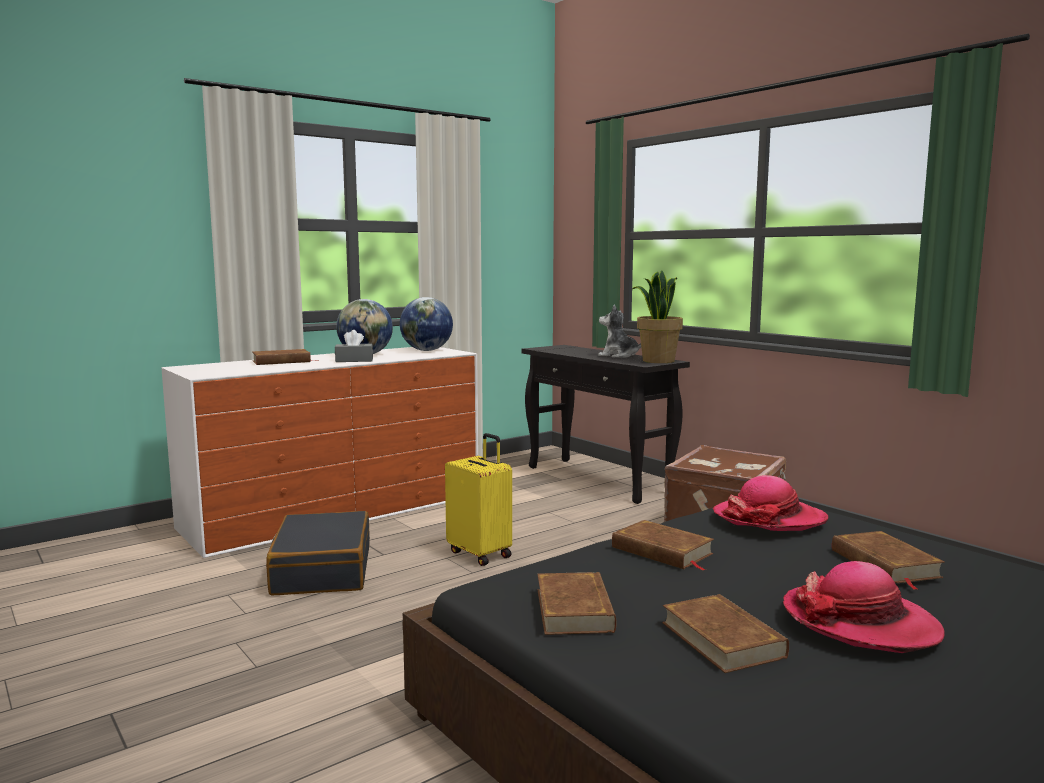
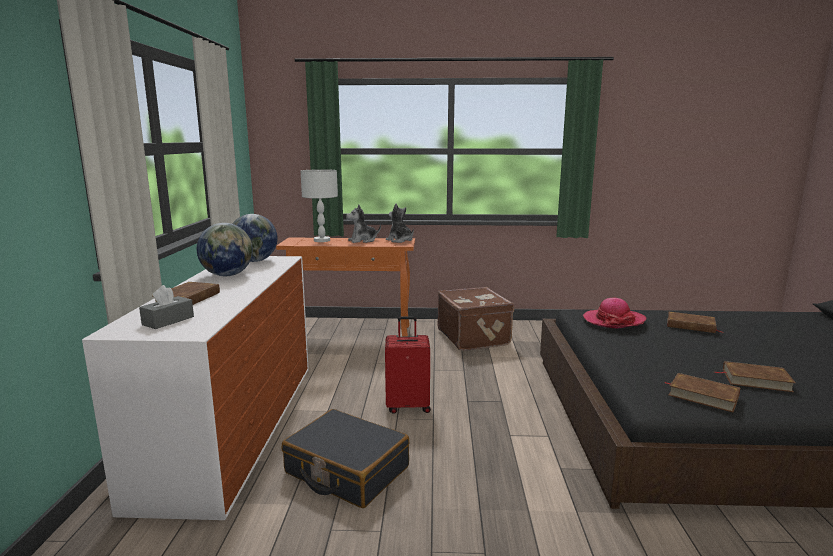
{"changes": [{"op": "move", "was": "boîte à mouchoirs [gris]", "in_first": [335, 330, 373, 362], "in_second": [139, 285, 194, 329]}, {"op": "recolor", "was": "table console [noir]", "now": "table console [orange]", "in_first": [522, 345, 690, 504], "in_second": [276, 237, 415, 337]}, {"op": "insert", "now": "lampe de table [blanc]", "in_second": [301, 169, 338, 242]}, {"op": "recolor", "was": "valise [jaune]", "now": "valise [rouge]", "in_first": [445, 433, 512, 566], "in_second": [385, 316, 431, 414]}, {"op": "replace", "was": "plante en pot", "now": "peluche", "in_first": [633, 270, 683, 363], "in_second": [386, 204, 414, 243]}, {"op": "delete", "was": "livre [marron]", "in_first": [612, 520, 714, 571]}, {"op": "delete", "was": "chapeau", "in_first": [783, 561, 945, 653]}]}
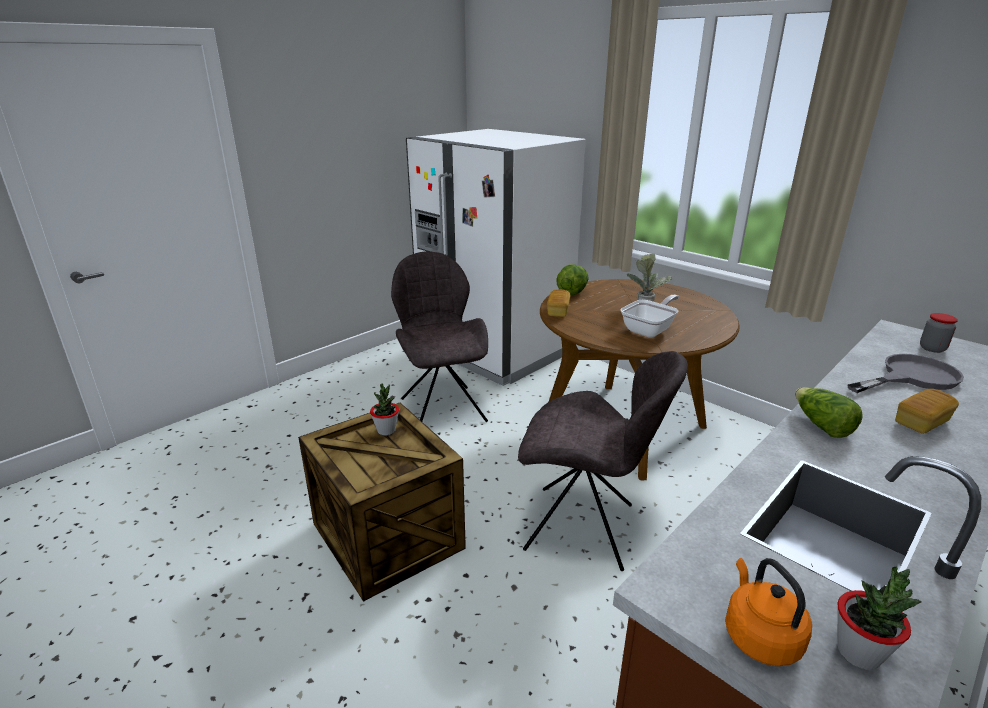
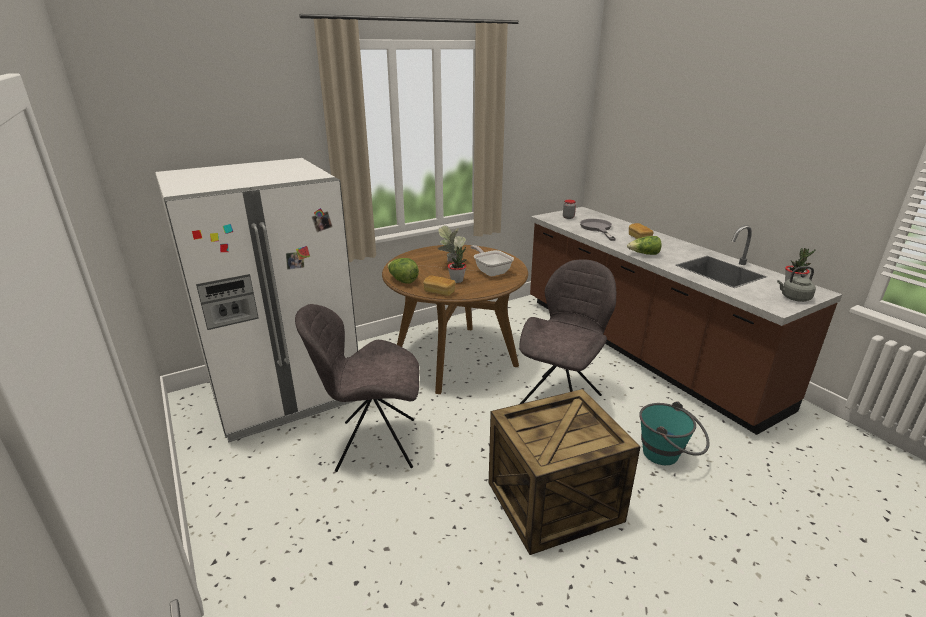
{"changes": [{"op": "move", "was": "plante en pot", "in_first": [370, 383, 399, 436], "in_second": [448, 246, 467, 283]}, {"op": "insert", "now": "seau [turquoise]", "in_second": [639, 401, 710, 465]}, {"op": "recolor", "was": "bouilloire [orange]", "now": "bouilloire [gris]", "in_first": [725, 558, 812, 666], "in_second": [777, 266, 816, 302]}]}
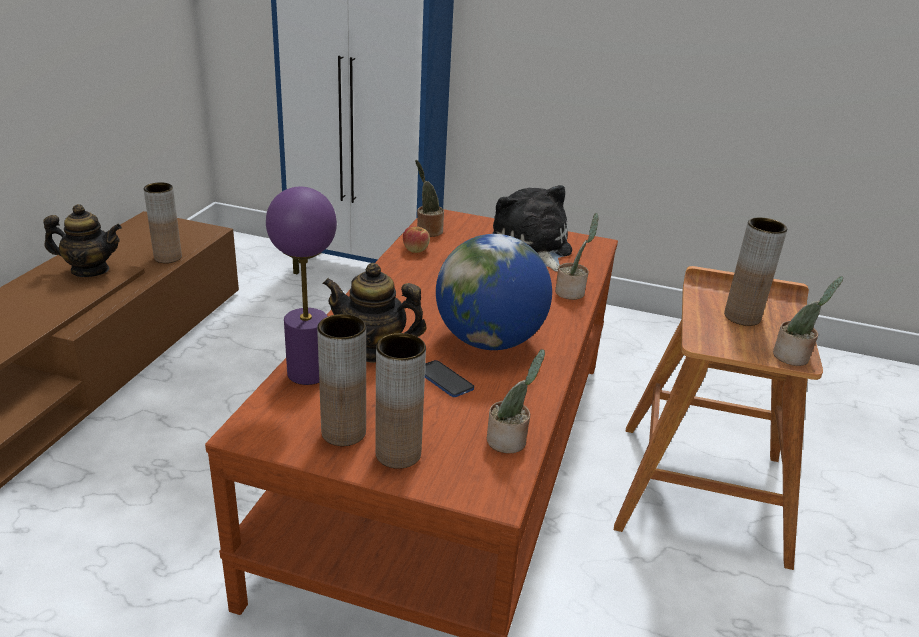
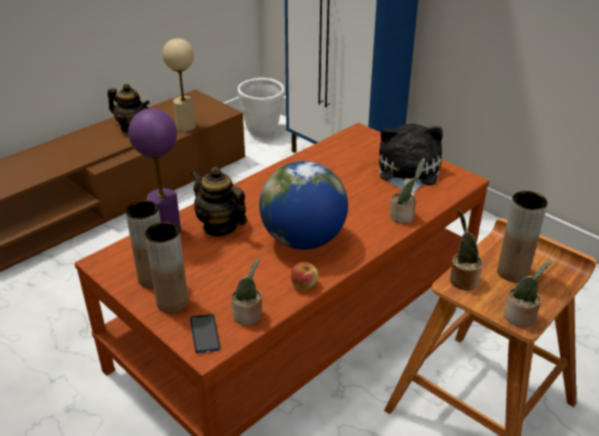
{"changes": [{"op": "replace", "was": "vase [marron]", "now": "lampe de table [beige]", "in_first": [144, 182, 182, 263], "in_second": [162, 38, 196, 132]}, {"op": "move", "was": "téléphone", "in_first": [425, 360, 474, 397], "in_second": [190, 314, 221, 353]}, {"op": "insert", "now": "cache-pot [blanc]", "in_second": [238, 78, 284, 137]}, {"op": "move", "was": "pomme", "in_first": [403, 226, 430, 253], "in_second": [291, 262, 318, 290]}, {"op": "move", "was": "plante en pot", "in_first": [415, 160, 444, 237], "in_second": [450, 209, 483, 290]}]}
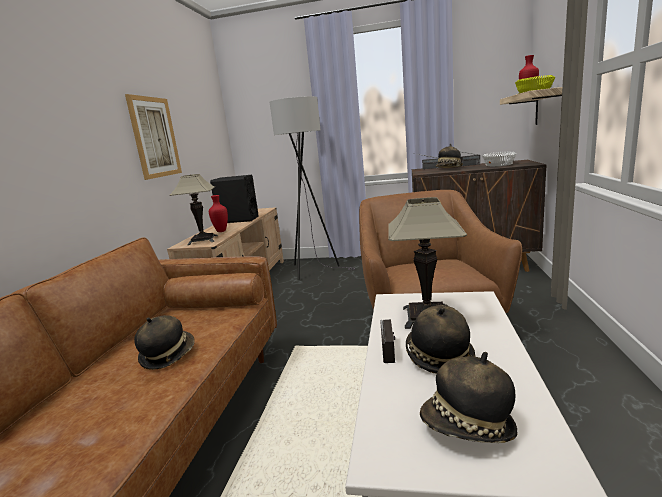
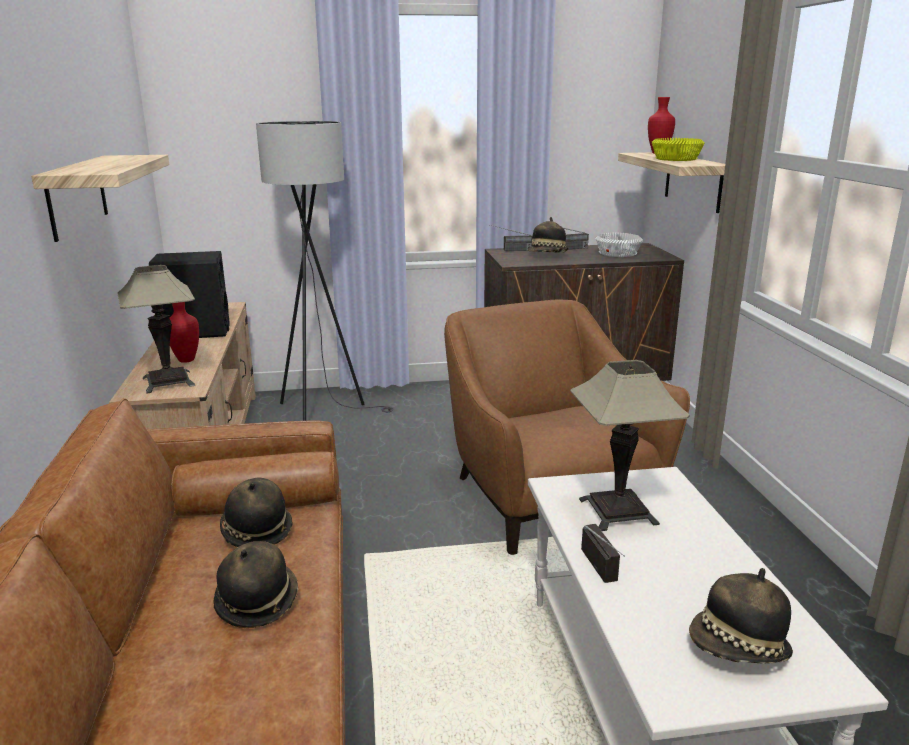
{"changes": [{"op": "replace", "was": "tableau", "now": "étagère", "in_first": [125, 94, 182, 180], "in_second": [31, 155, 169, 242]}, {"op": "move", "was": "chapeau", "in_first": [406, 305, 475, 374], "in_second": [220, 477, 292, 547]}]}
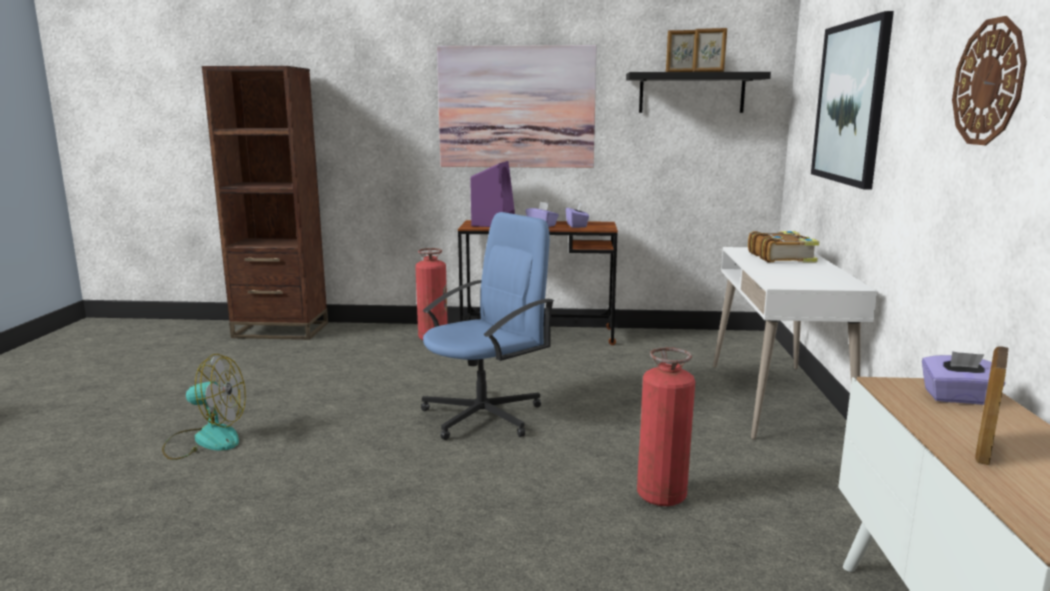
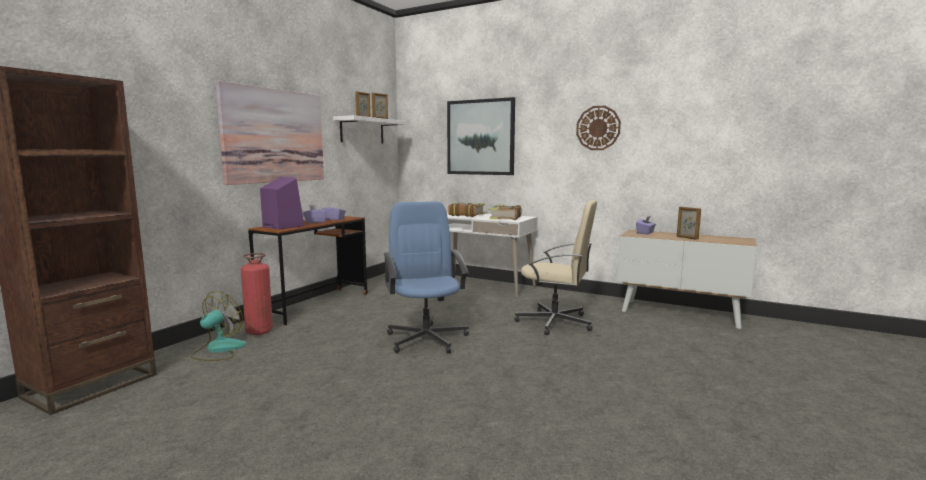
{"changes": [{"op": "move", "was": "ventilateur", "in_first": [162, 354, 246, 460], "in_second": [191, 292, 247, 361]}, {"op": "recolor", "was": "étagère [noir]", "now": "étagère [blanc]", "in_first": [626, 72, 771, 113], "in_second": [333, 115, 406, 144]}, {"op": "insert", "now": "livre", "in_second": [487, 205, 522, 220]}, {"op": "replace", "was": "extincteur", "now": "chaise de bureau [beige]", "in_first": [637, 347, 695, 506], "in_second": [514, 200, 597, 335]}]}
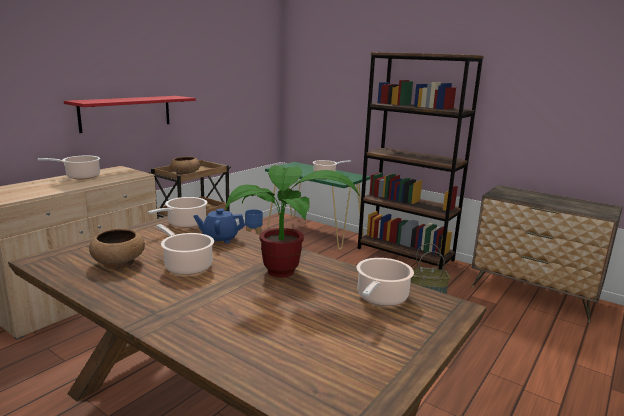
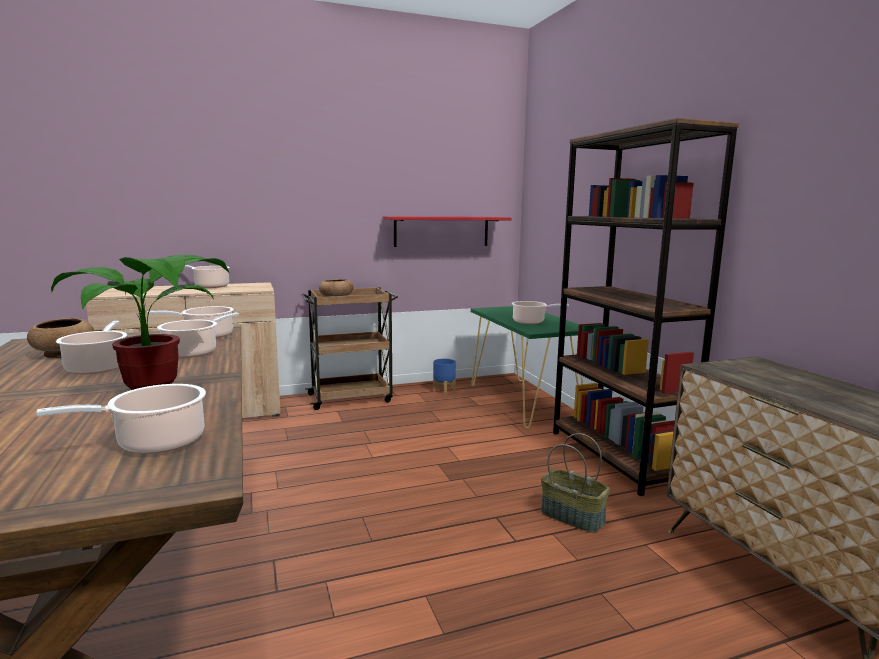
{"changes": [{"op": "replace", "was": "théière [bleu]", "now": "marmite", "in_first": [193, 208, 245, 244], "in_second": [157, 313, 239, 358]}, {"op": "move", "was": "étagère [rouge]", "in_first": [64, 96, 196, 133], "in_second": [383, 216, 512, 247]}]}
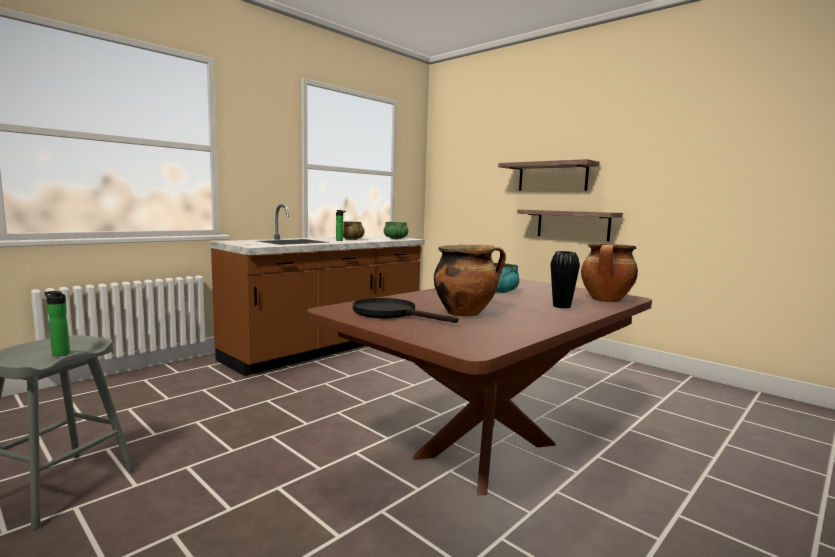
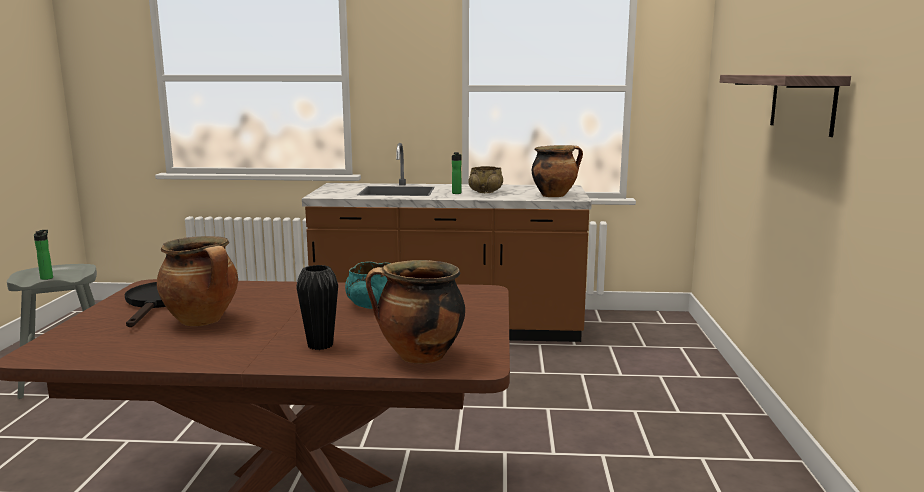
{"changes": [{"op": "replace", "was": "bol [vert]", "now": "marmite", "in_first": [384, 222, 408, 239], "in_second": [532, 145, 583, 197]}, {"op": "delete", "was": "étagère", "in_first": [517, 209, 623, 241]}]}
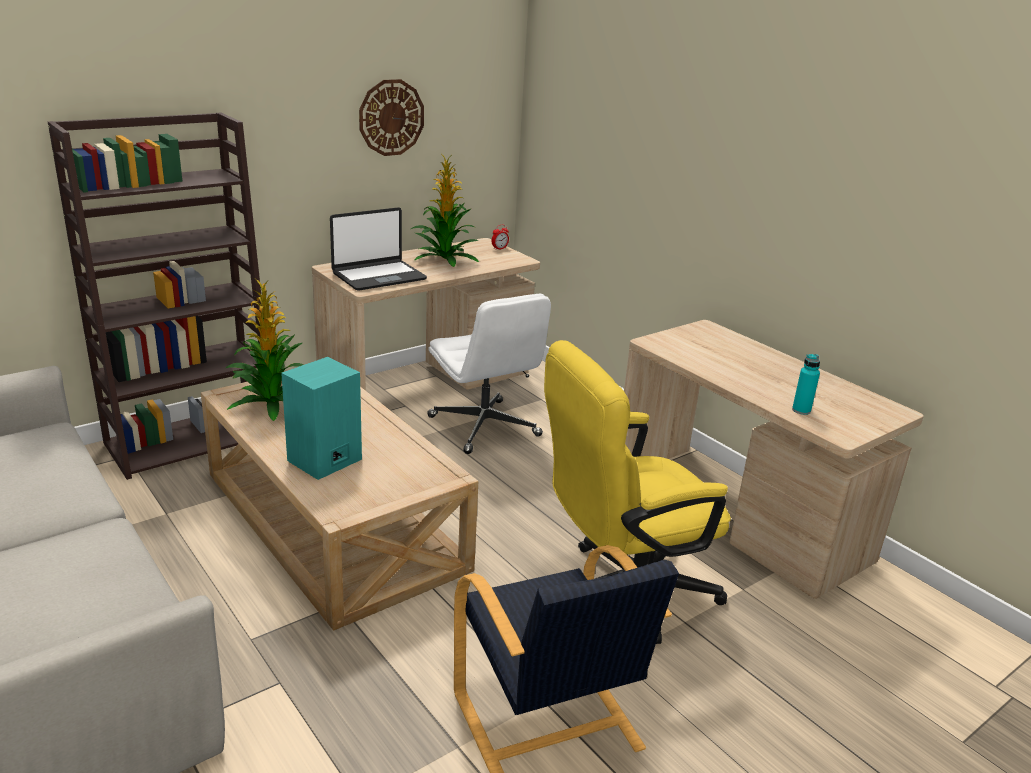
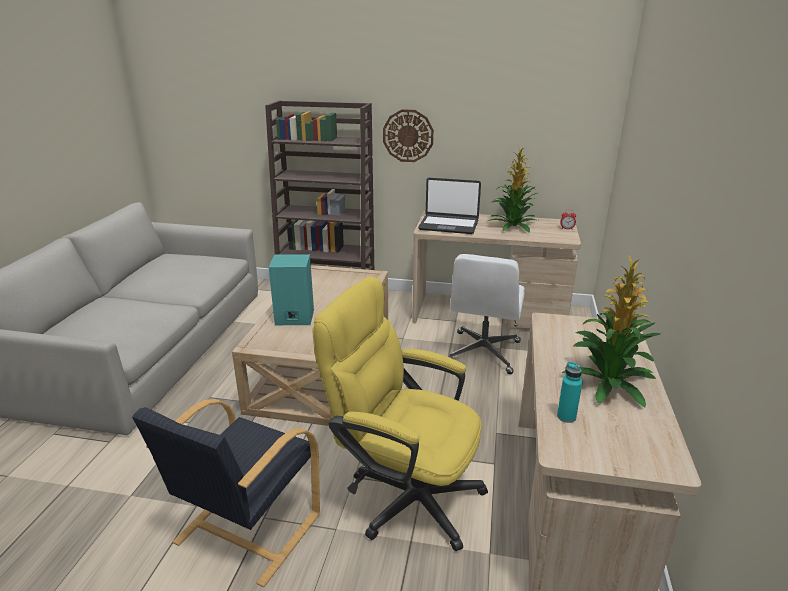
{"changes": [{"op": "move", "was": "horloge murale", "in_first": [359, 79, 424, 156], "in_second": [383, 109, 434, 162]}, {"op": "move", "was": "plante en pot", "in_first": [226, 279, 303, 421], "in_second": [562, 254, 661, 407]}]}
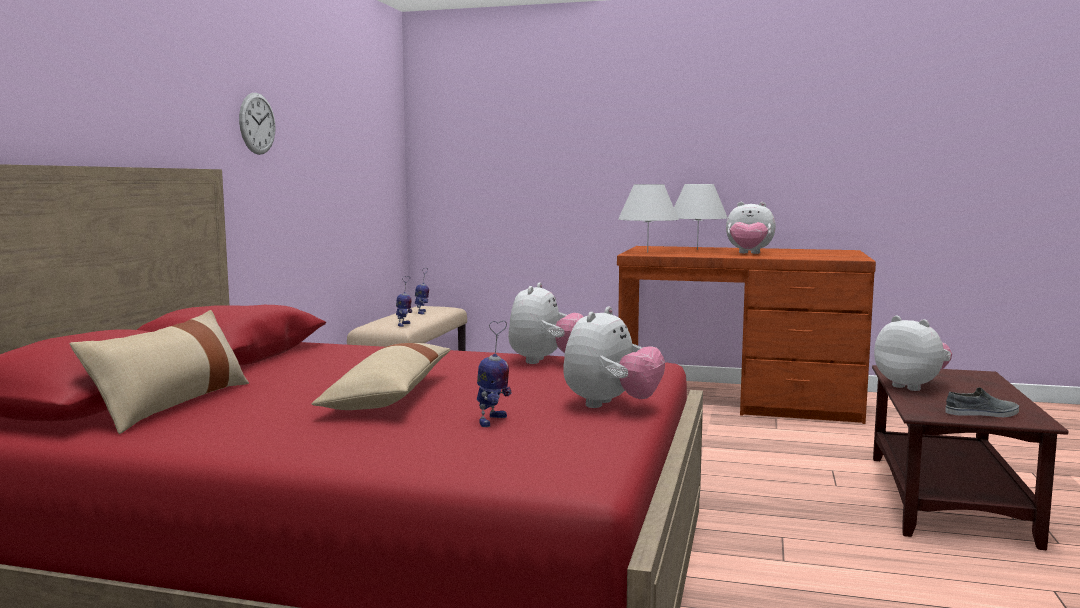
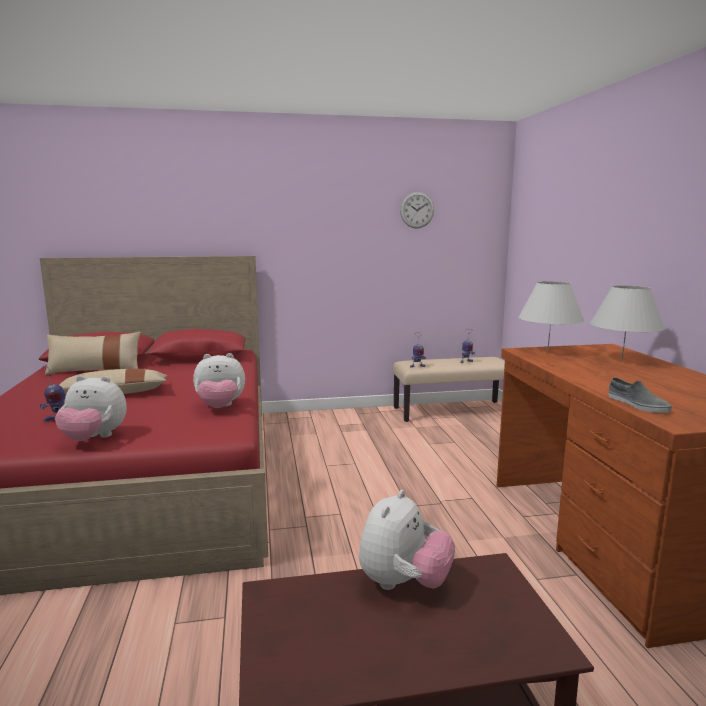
{"changes": [{"op": "move", "was": "horloge murale", "in_first": [239, 93, 275, 155], "in_second": [400, 192, 434, 229]}, {"op": "move", "was": "chaussure [gris]", "in_first": [945, 387, 1019, 417], "in_second": [608, 378, 672, 413]}, {"op": "delete", "was": "peluche", "in_first": [726, 202, 776, 254]}]}
